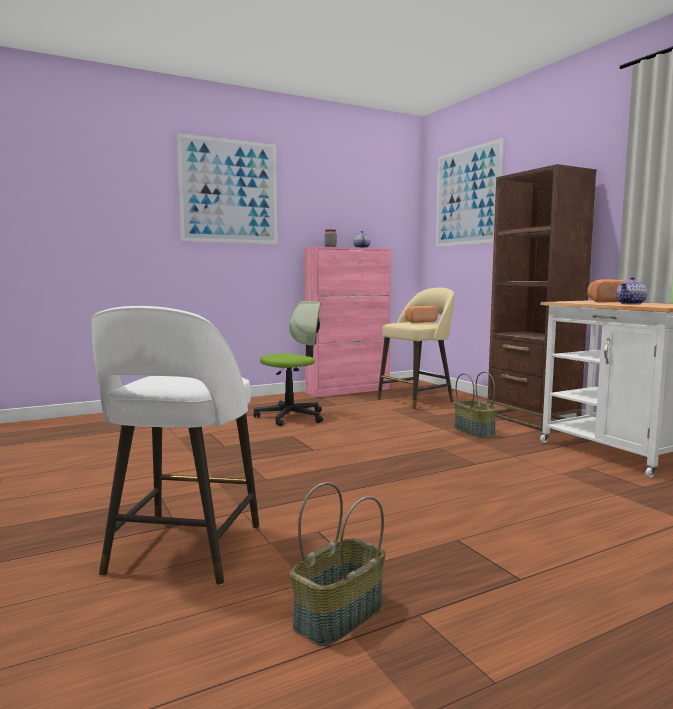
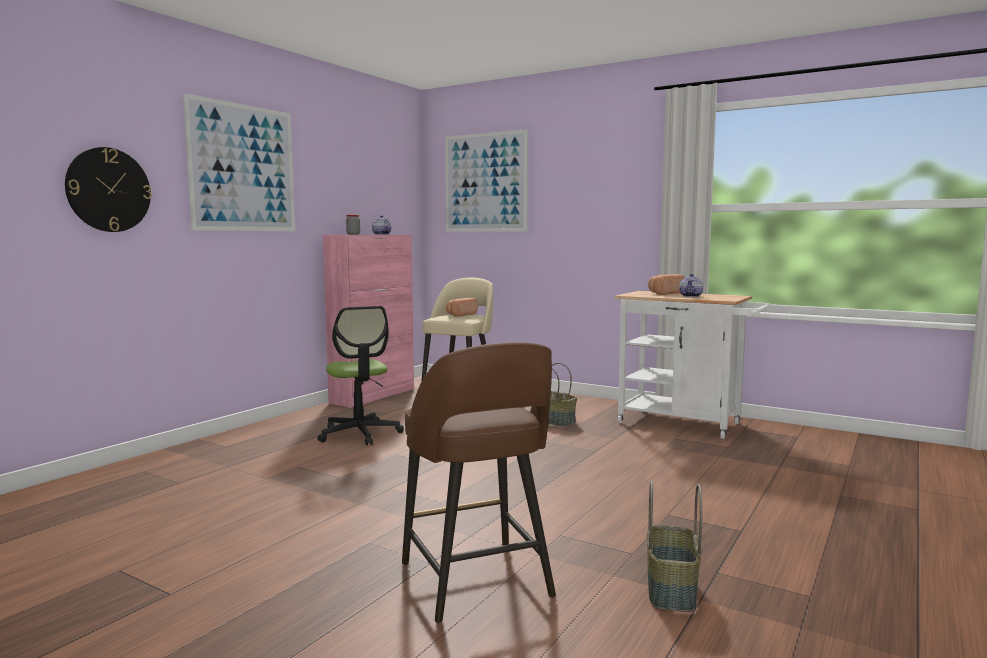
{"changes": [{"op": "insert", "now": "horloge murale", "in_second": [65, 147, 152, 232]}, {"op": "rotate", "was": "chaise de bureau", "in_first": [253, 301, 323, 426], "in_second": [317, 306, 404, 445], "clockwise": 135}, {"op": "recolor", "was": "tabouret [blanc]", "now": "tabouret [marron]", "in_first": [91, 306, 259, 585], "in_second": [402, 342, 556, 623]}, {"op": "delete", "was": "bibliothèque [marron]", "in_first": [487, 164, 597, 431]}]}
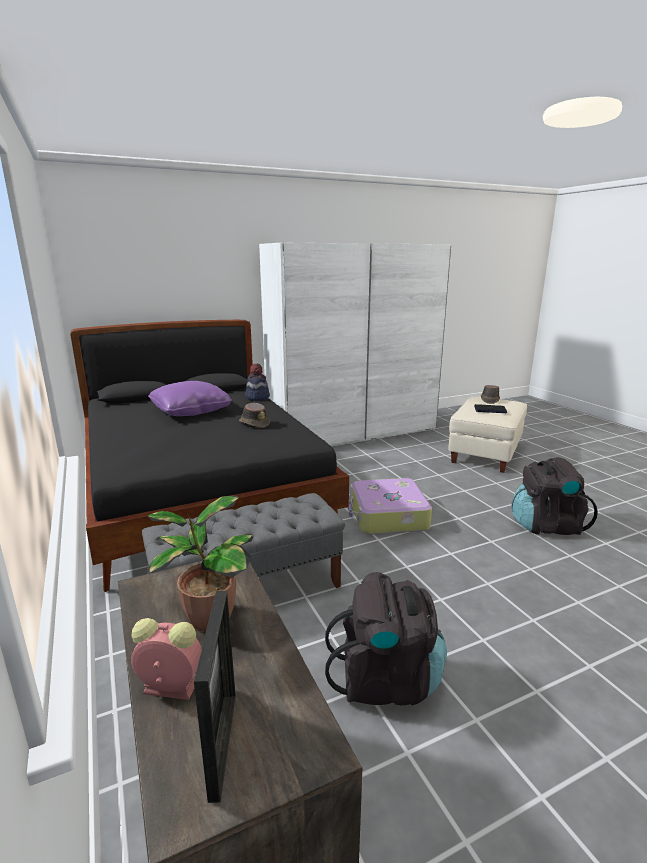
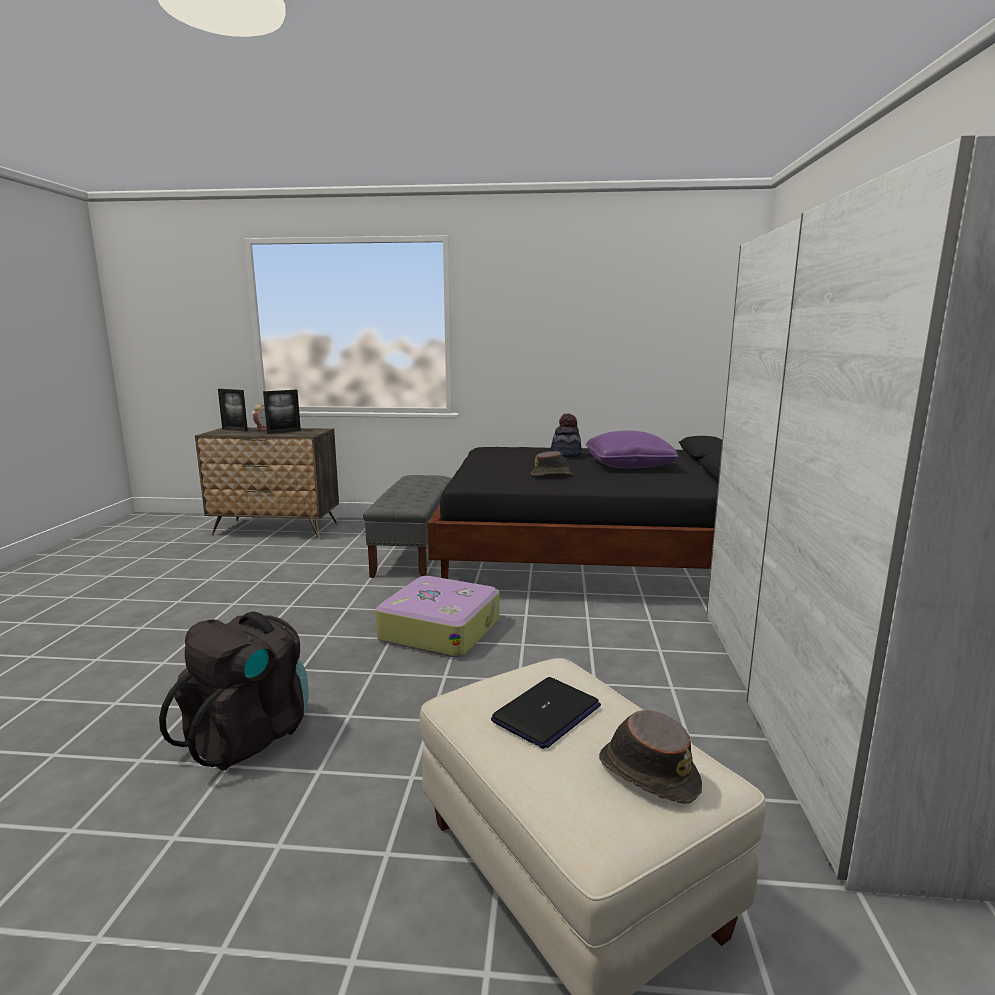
{"changes": [{"op": "replace", "was": "plante en pot", "now": "cadre photo", "in_first": [147, 495, 253, 631], "in_second": [263, 390, 301, 434]}, {"op": "move", "was": "chapeau", "in_first": [245, 363, 270, 401], "in_second": [550, 413, 582, 457]}, {"op": "delete", "was": "sac à dos [noir]", "in_first": [325, 572, 447, 705]}]}
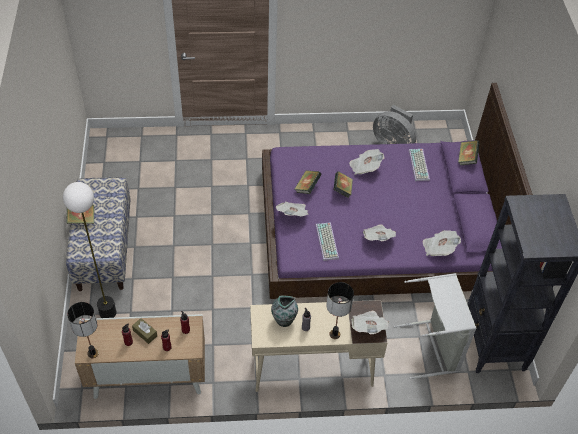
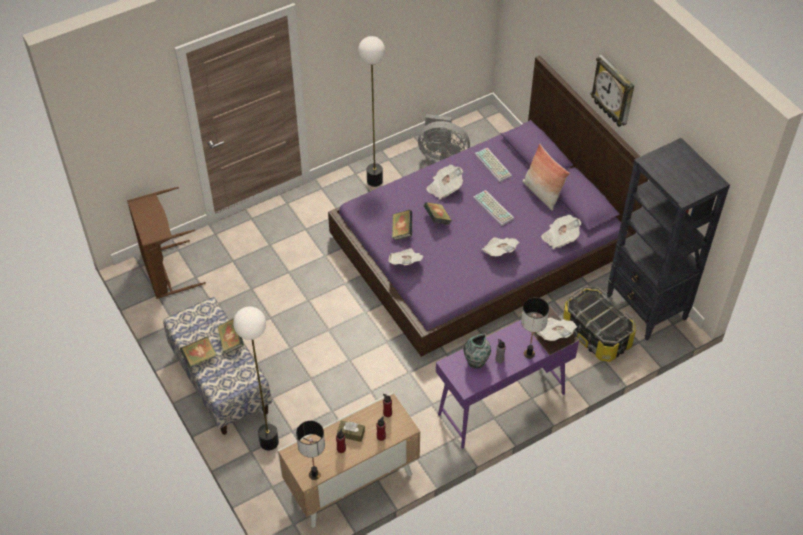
{"changes": [{"op": "insert", "now": "panier à linge [marron]", "in_second": [127, 187, 206, 299]}, {"op": "move", "was": "livre", "in_first": [458, 140, 480, 166], "in_second": [217, 318, 244, 354]}, {"op": "insert", "now": "lampadaire", "in_second": [358, 36, 385, 187]}, {"op": "recolor", "was": "bureau [beige]", "now": "bureau [violet]", "in_first": [250, 300, 388, 392], "in_second": [436, 305, 579, 448]}, {"op": "move", "was": "clavier", "in_first": [316, 222, 339, 261], "in_second": [473, 190, 514, 226]}, {"op": "insert", "now": "coussin", "in_second": [522, 144, 570, 211]}, {"op": "replace", "was": "panier à linge [gris]", "now": "boîte de rangement", "in_first": [393, 273, 477, 379], "in_second": [563, 286, 636, 362]}, {"op": "insert", "now": "horloge murale", "in_second": [590, 55, 634, 127]}]}
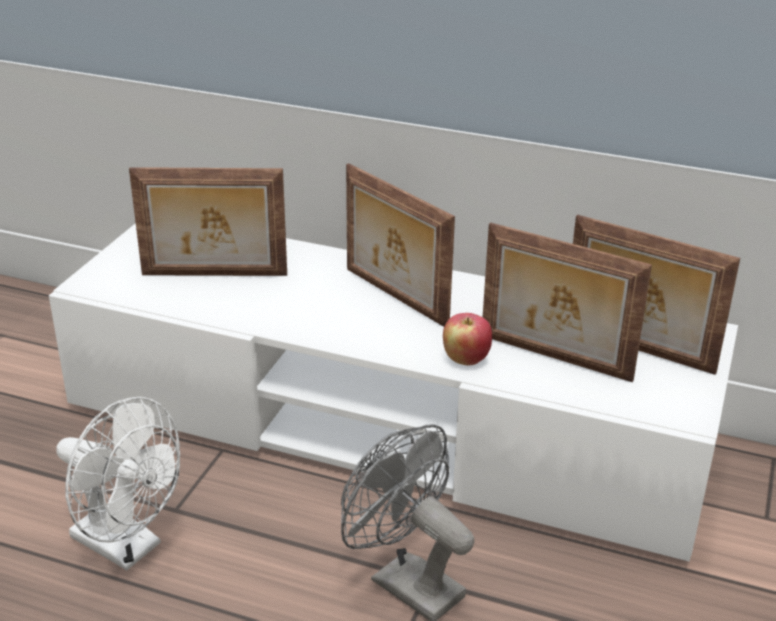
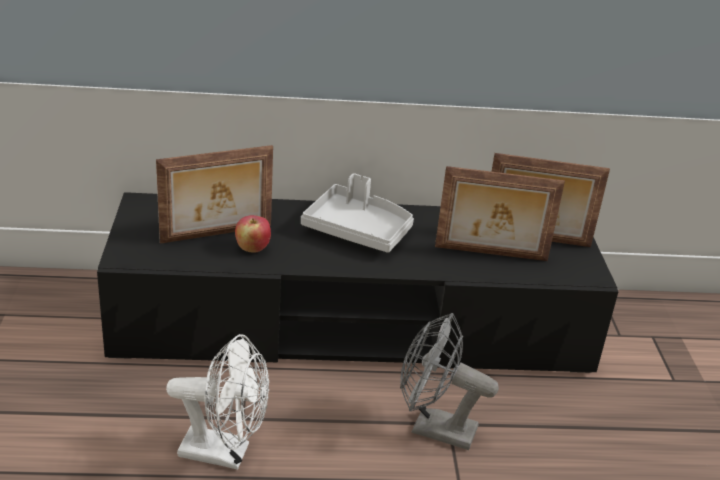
{"changes": [{"op": "recolor", "was": "meuble télé [blanc]", "now": "meuble télé [noir]", "in_first": [49, 223, 738, 562], "in_second": [97, 192, 618, 373]}, {"op": "move", "was": "pomme", "in_first": [443, 313, 492, 365], "in_second": [235, 215, 271, 252]}, {"op": "replace", "was": "cadre photo", "now": "plateau [gris]", "in_first": [346, 163, 455, 327], "in_second": [301, 173, 414, 253]}]}
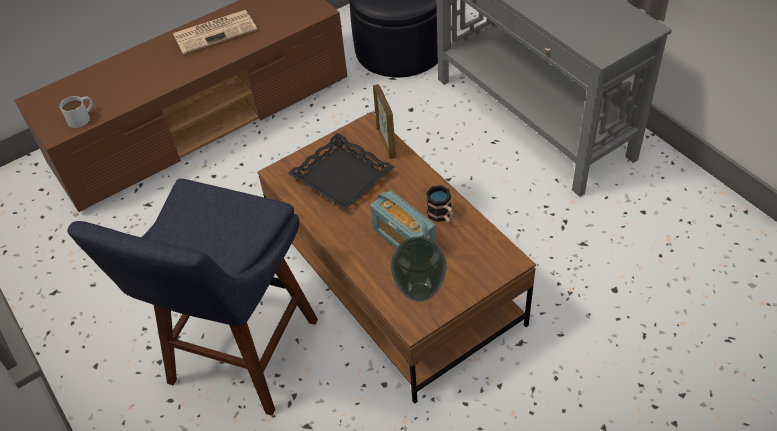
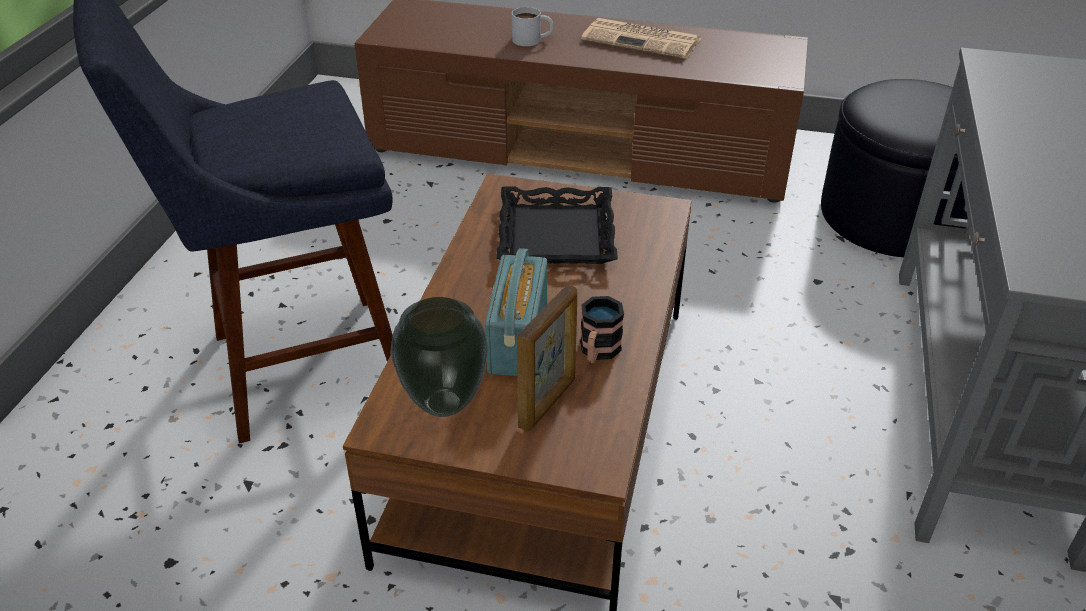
{"changes": [{"op": "move", "was": "mug [blanc]", "in_first": [60, 96, 93, 128], "in_second": [512, 7, 553, 46]}, {"op": "move", "was": "cadre photo", "in_first": [373, 84, 396, 159], "in_second": [517, 285, 577, 432]}]}
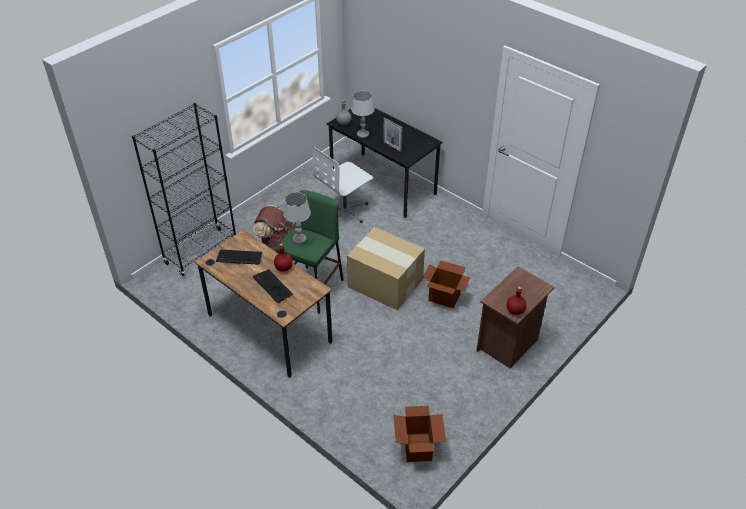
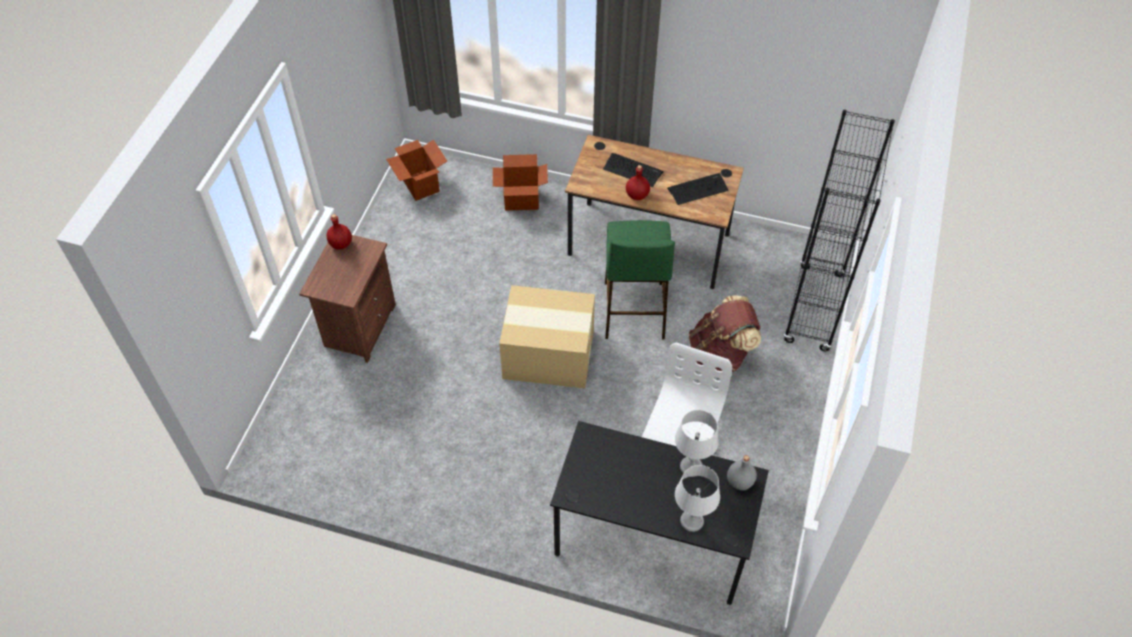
{"changes": [{"op": "move", "was": "carton", "in_first": [423, 260, 470, 308], "in_second": [493, 154, 548, 211]}, {"op": "move", "was": "lampe de table [gris]", "in_first": [283, 192, 311, 244], "in_second": [675, 465, 720, 532]}, {"op": "delete", "was": "cadre photo", "in_first": [383, 118, 403, 152]}]}
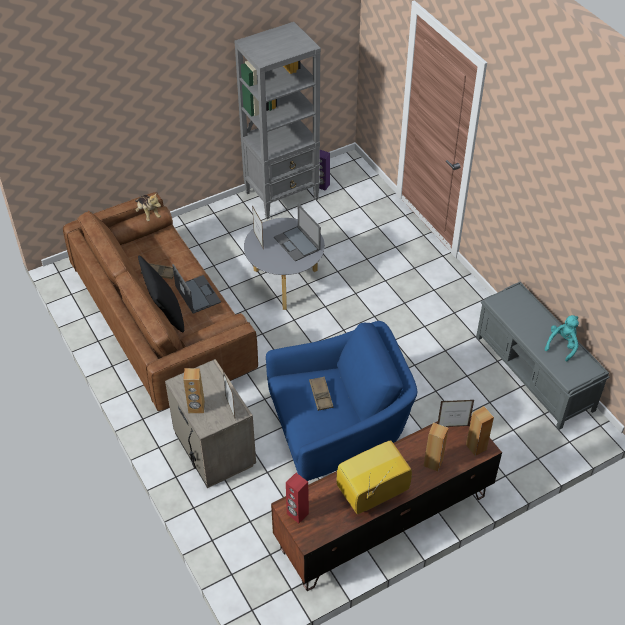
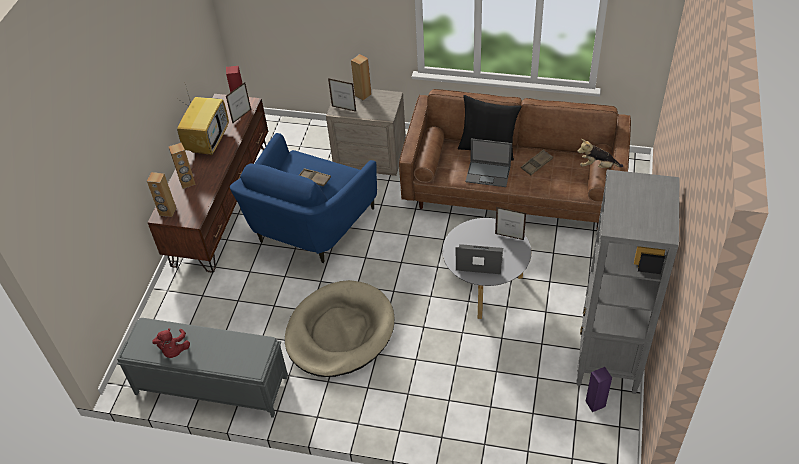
{"changes": [{"op": "recolor", "was": "peluche [turquoise]", "now": "peluche [rouge]", "in_first": [545, 315, 579, 361], "in_second": [152, 328, 190, 358]}, {"op": "move", "was": "cadre photo", "in_first": [438, 400, 474, 427], "in_second": [226, 82, 251, 123]}, {"op": "insert", "now": "panier pour chien [beige]", "in_second": [285, 280, 394, 377]}]}
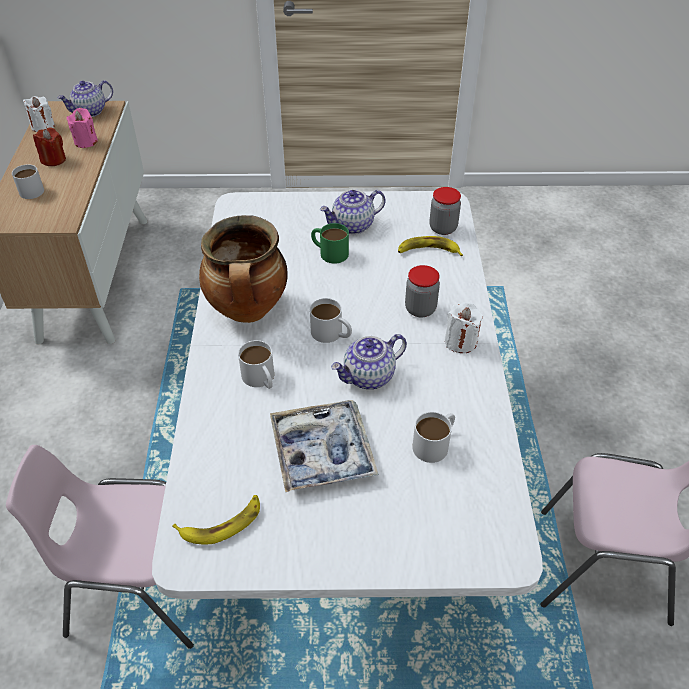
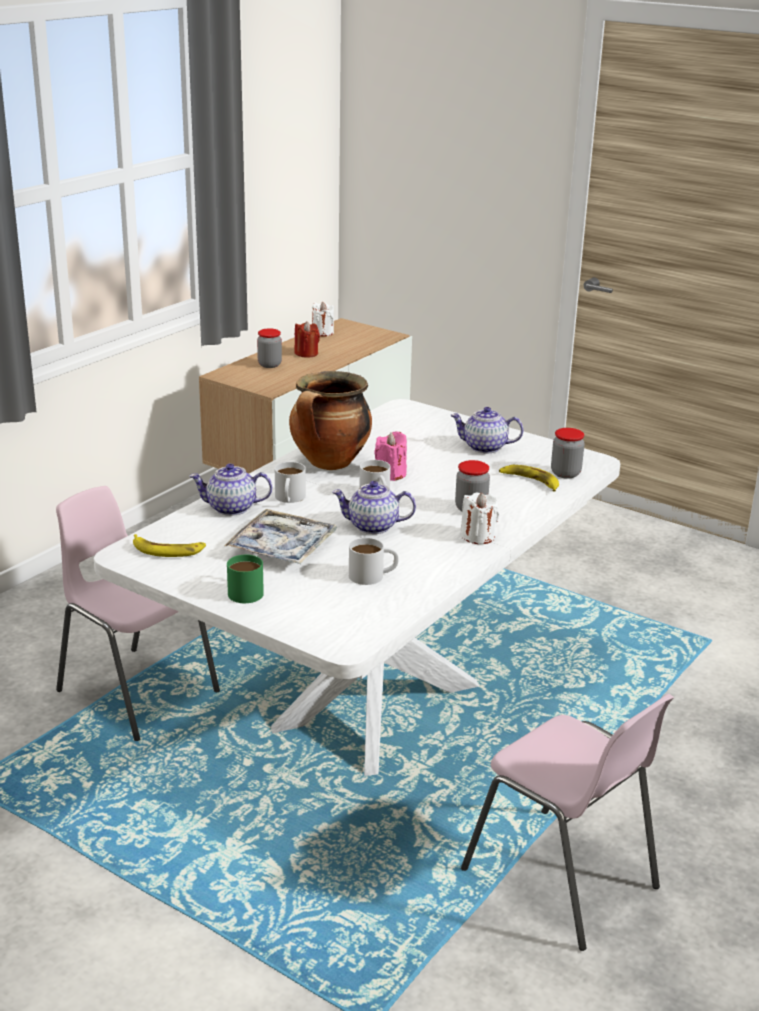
{"changes": [{"op": "move", "was": "théière", "in_first": [57, 80, 113, 117], "in_second": [189, 464, 272, 516]}, {"op": "move", "was": "mug [vert]", "in_first": [311, 223, 349, 264], "in_second": [227, 555, 264, 603]}, {"op": "replace", "was": "mug [blanc]", "now": "bocal", "in_first": [12, 164, 44, 199], "in_second": [257, 328, 282, 368]}, {"op": "move", "was": "bougie [rose]", "in_first": [66, 108, 98, 148], "in_second": [374, 431, 407, 481]}]}
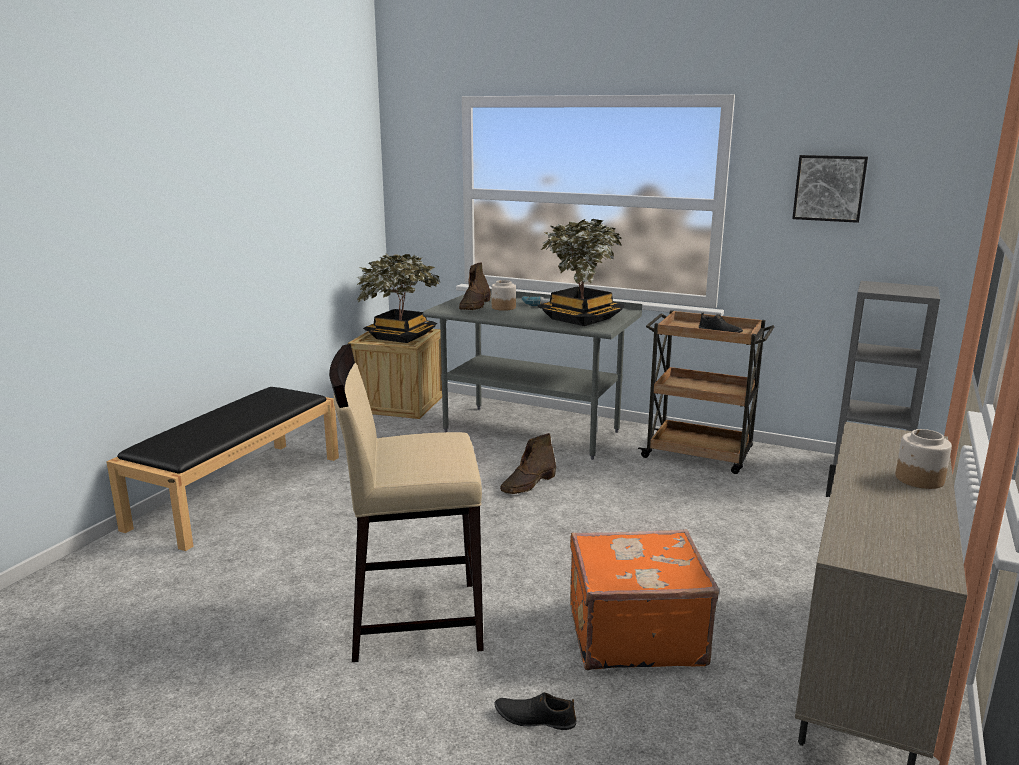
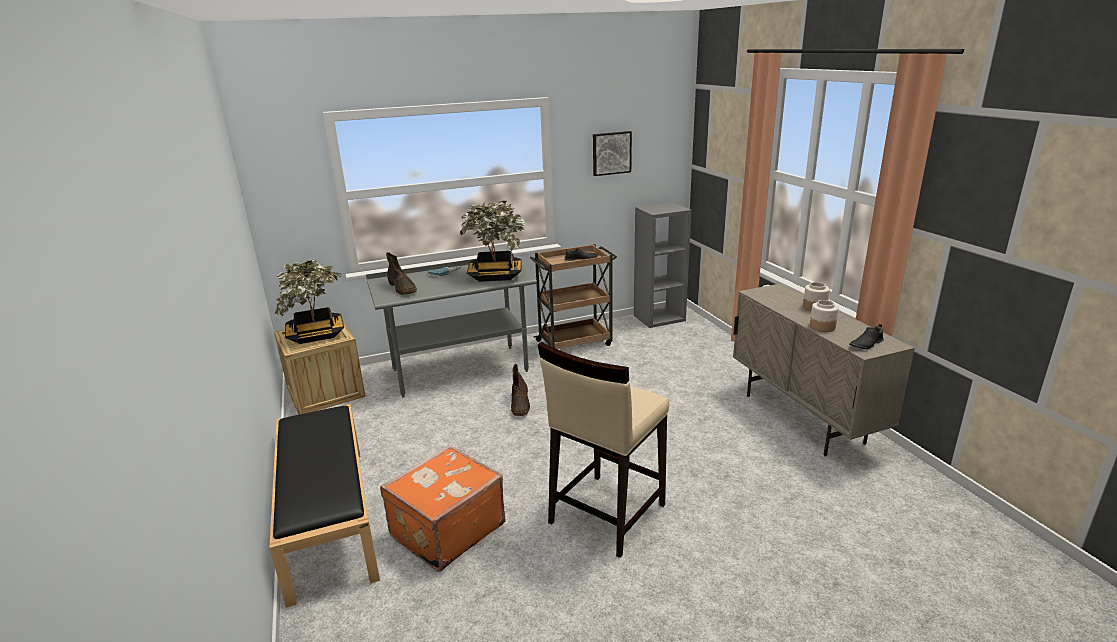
{"changes": [{"op": "move", "was": "valise [orange]", "in_first": [570, 529, 719, 670], "in_second": [380, 445, 505, 572]}, {"op": "move", "was": "bocal", "in_first": [492, 280, 516, 311], "in_second": [810, 300, 839, 332]}, {"op": "move", "was": "chaussure [noir]", "in_first": [494, 692, 576, 730], "in_second": [849, 324, 884, 349]}]}
